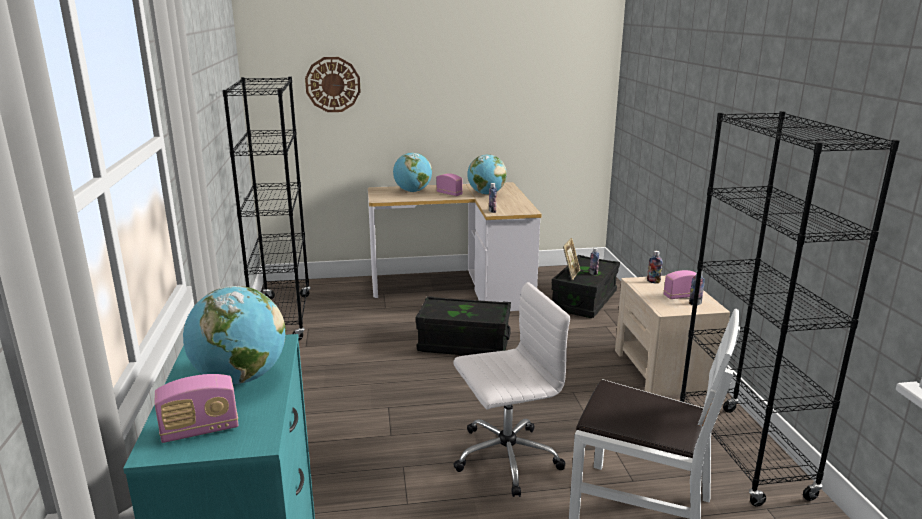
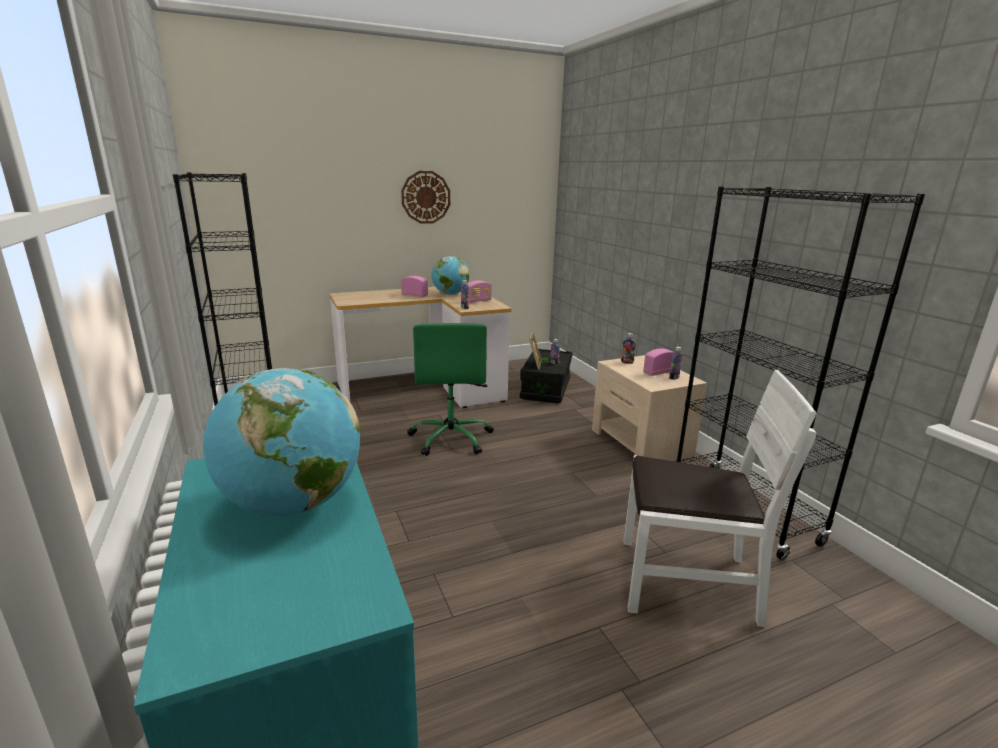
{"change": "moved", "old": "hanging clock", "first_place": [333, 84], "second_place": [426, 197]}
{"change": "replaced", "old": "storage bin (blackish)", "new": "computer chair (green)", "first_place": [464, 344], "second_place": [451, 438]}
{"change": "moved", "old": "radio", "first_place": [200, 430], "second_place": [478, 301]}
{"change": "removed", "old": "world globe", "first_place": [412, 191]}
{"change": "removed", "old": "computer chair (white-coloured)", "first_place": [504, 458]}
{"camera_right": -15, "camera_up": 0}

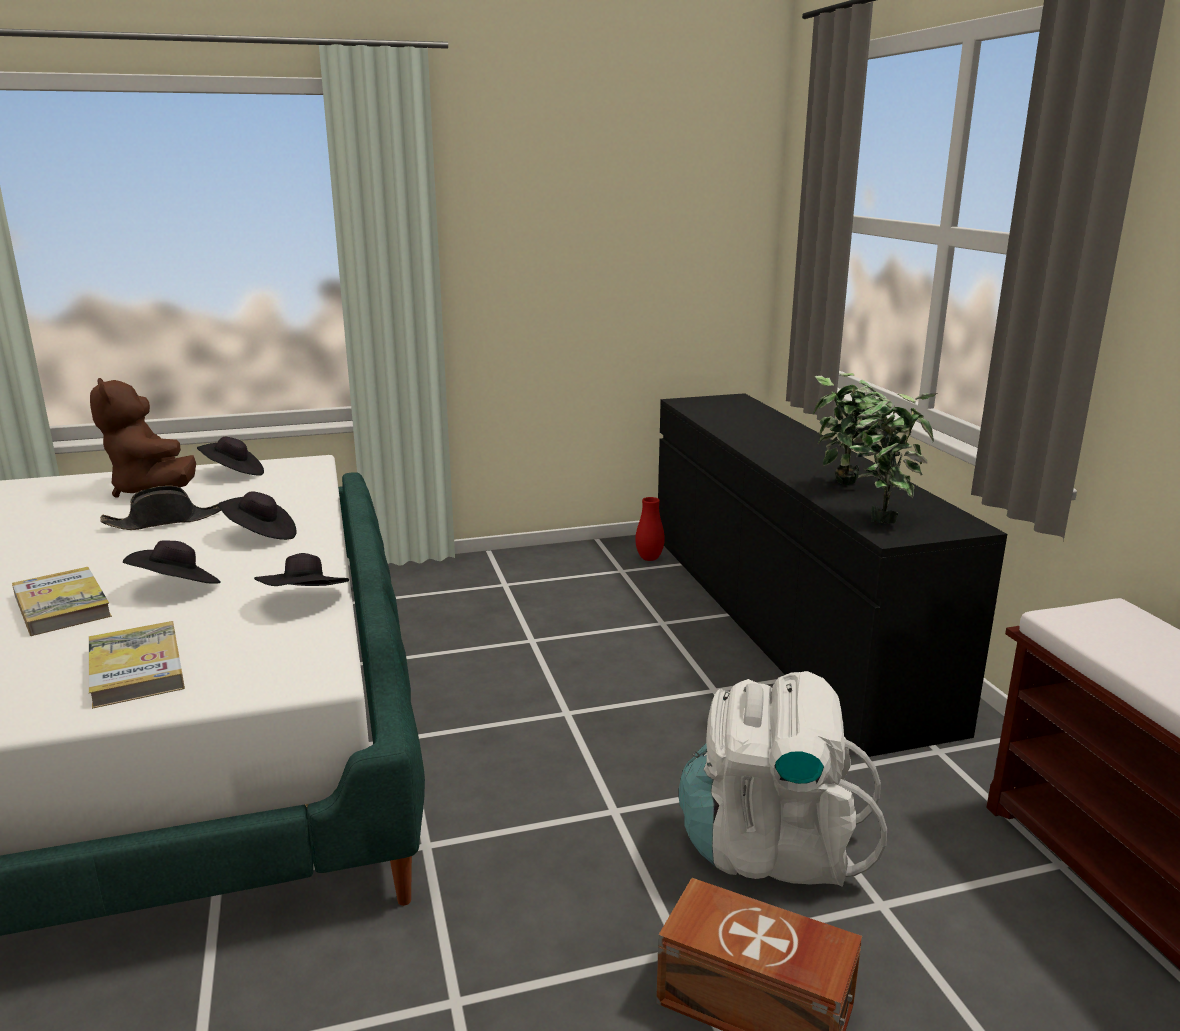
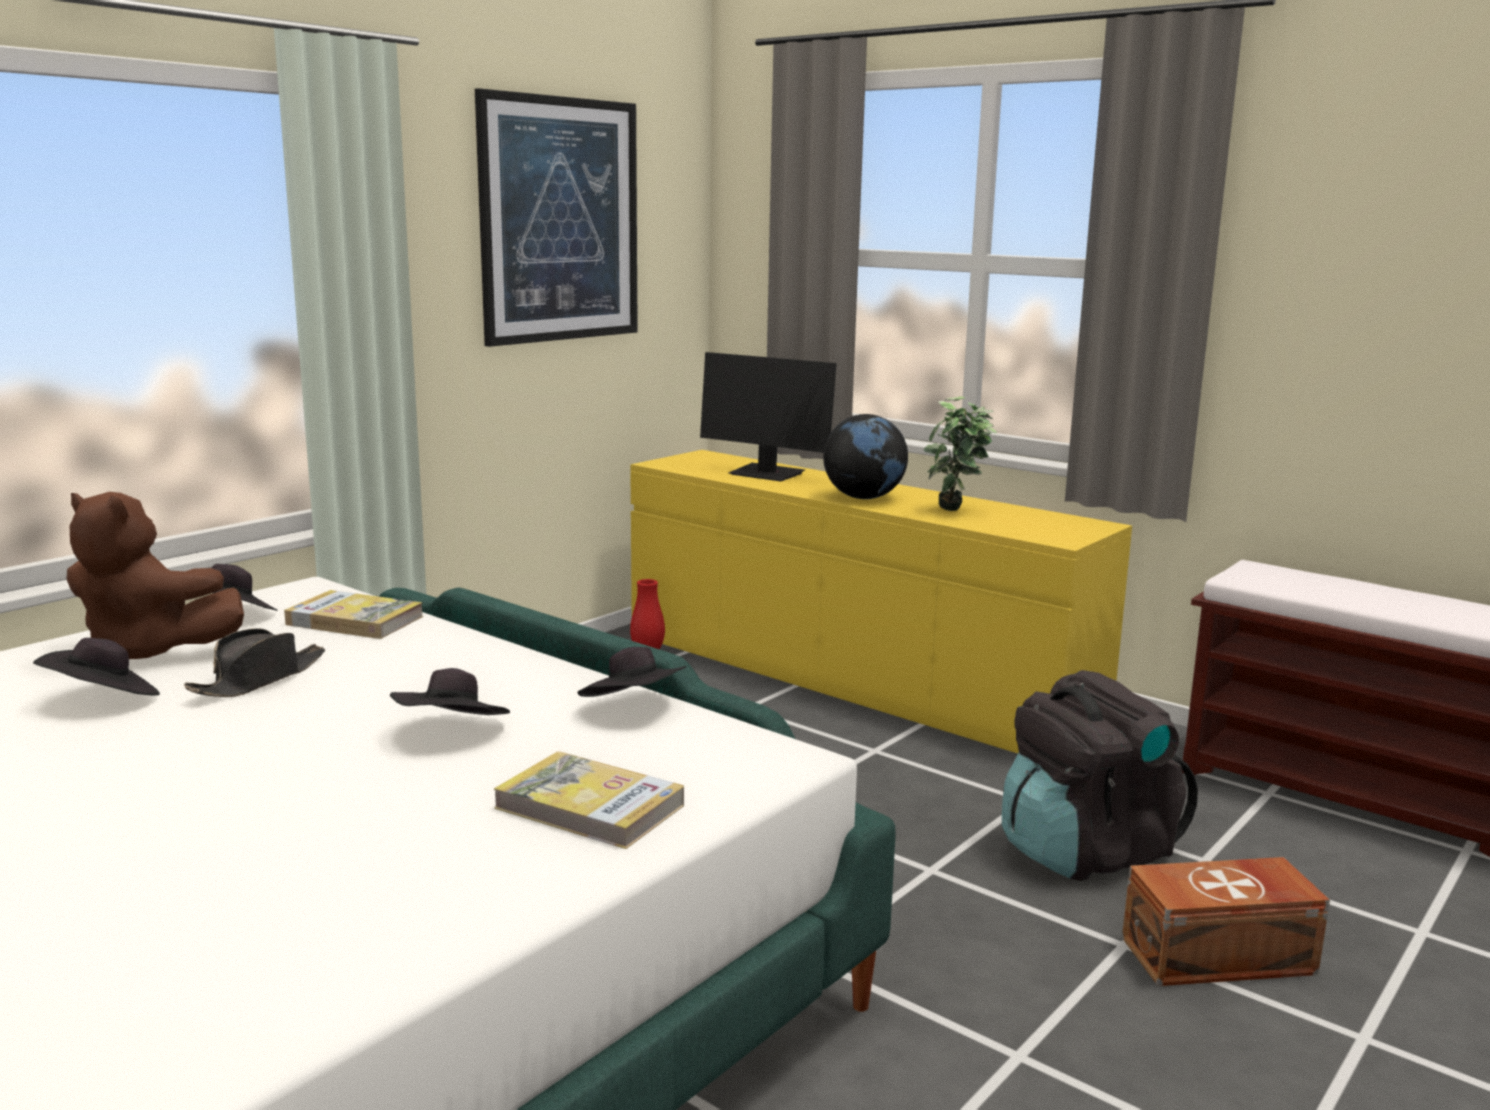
{"change": "moved", "old": "clothing hat (blackish)", "first_place": [261, 536], "second_place": [103, 700]}
{"change": "moved", "old": "volume", "first_place": [62, 606], "second_place": [354, 620]}
{"change": "added", "new": "wall picture", "second_place": [560, 220]}
{"change": "recoloured", "old": "dresser (blackish)", "new": "dresser (yellow)", "first_place": [784, 620], "second_place": [851, 677]}
{"change": "added", "new": "computer display", "second_place": [767, 474]}
{"change": "added", "new": "world globe", "second_place": [864, 498]}
{"change": "recoloured", "old": "knapsack (white-coloured)", "new": "knapsack (blackish)", "first_place": [771, 848], "second_place": [1085, 851]}
{"change": "removed", "old": "plant in a pot", "first_place": [882, 518]}
{"camera_right": -35, "camera_up": -5}

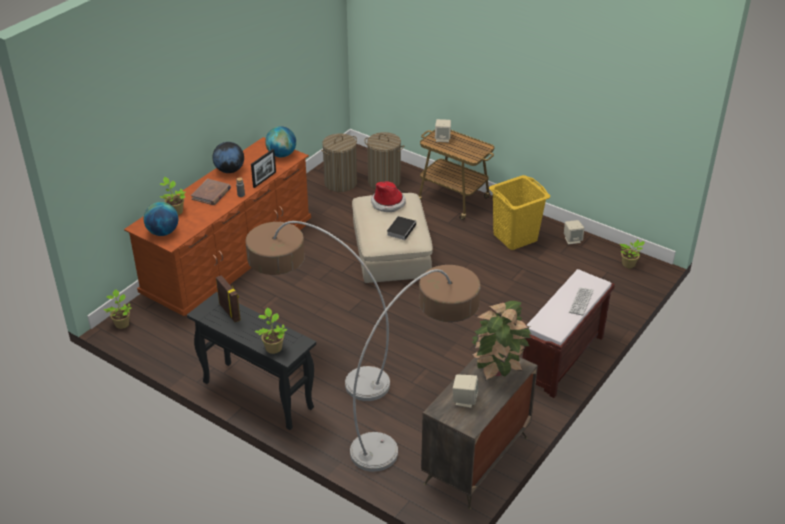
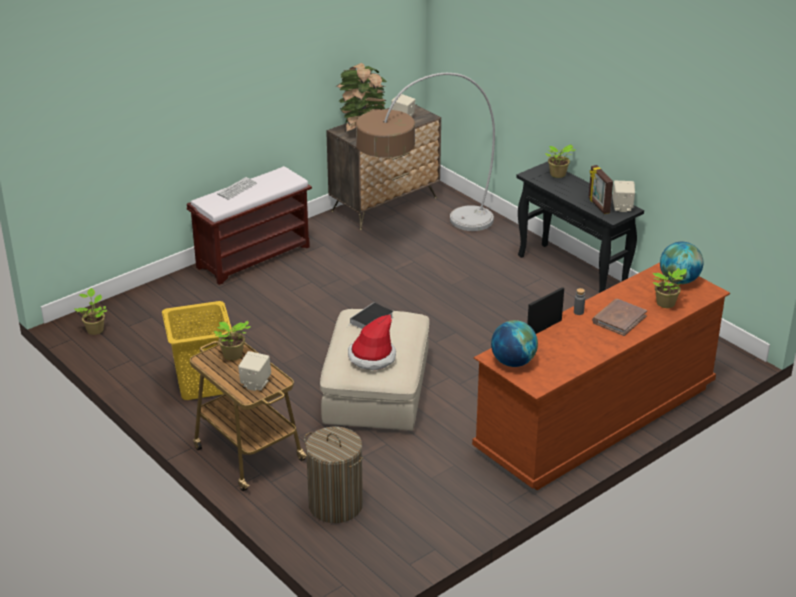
{"change": "moved", "old": "plant in a pot", "first_place": [121, 323], "second_place": [233, 356]}
{"change": "moved", "old": "audio speaker (sand-coloured)", "first_place": [572, 240], "second_place": [622, 207]}
{"change": "removed", "old": "world globe", "first_place": [229, 170]}
{"change": "removed", "old": "floor lamp", "first_place": [317, 361]}
{"change": "removed", "old": "laundry basket", "first_place": [340, 183]}
{"camera_right": -165, "camera_up": -5}

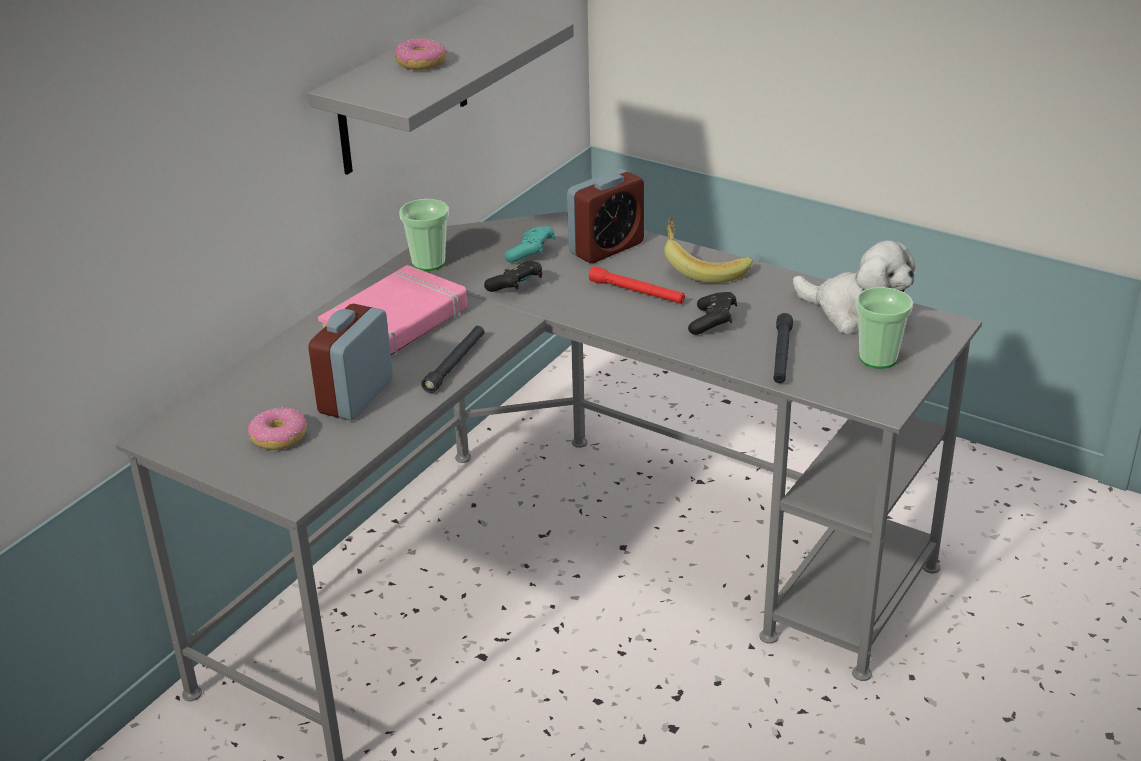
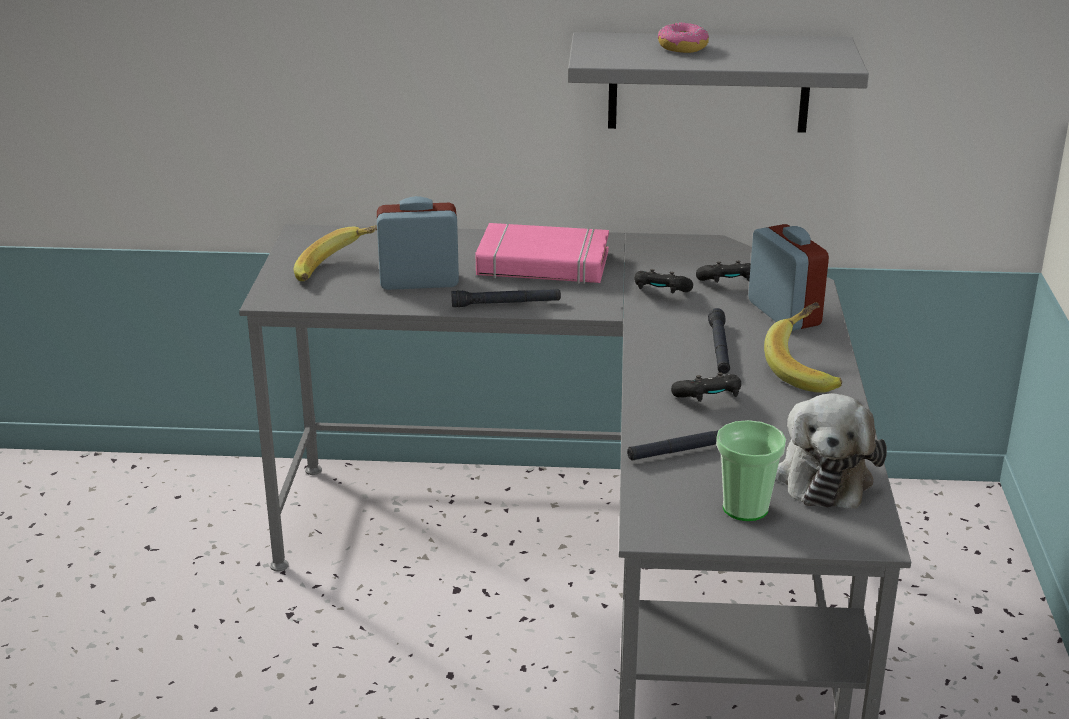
{"change": "replaced", "old": "doughnut", "new": "banana fruit", "first_place": [279, 437], "second_place": [339, 271]}
{"change": "recoloured", "old": "joypad (turquoise-coloured)", "new": "joypad (blackish)", "first_place": [531, 254], "second_place": [727, 284]}
{"change": "recoloured", "old": "hand torch (red)", "new": "hand torch (blackish)", "first_place": [637, 292], "second_place": [719, 349]}
{"change": "turned", "old": "table clock", "first_place": [606, 248], "second_place": [784, 313], "degrees": -135}
{"change": "removed", "old": "small cup", "first_place": [428, 263]}
{"camera_right": 60, "camera_up": -5}

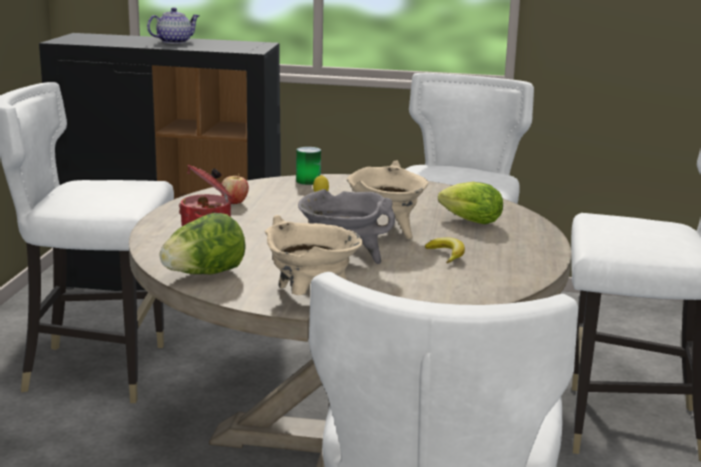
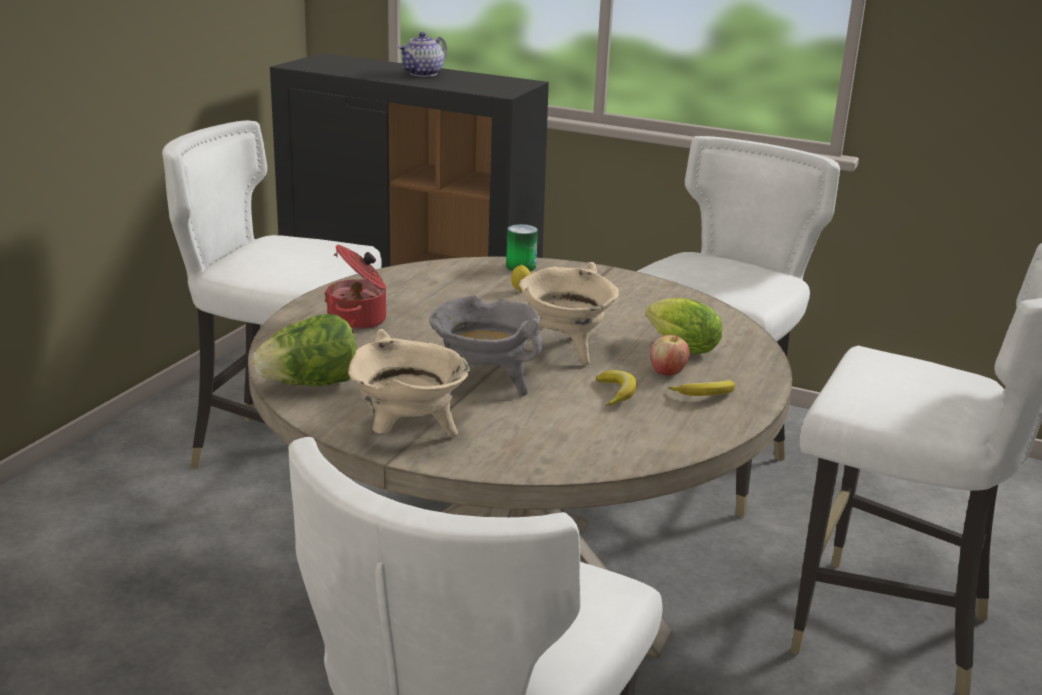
{"change": "turned", "old": "teapot", "first_place": [174, 42], "second_place": [423, 74], "degrees": 150}
{"change": "moved", "old": "whole apple", "first_place": [234, 203], "second_place": [667, 372]}
{"change": "added", "new": "banana fruit", "second_place": [705, 396]}
{"camera_right": 15, "camera_up": 5}

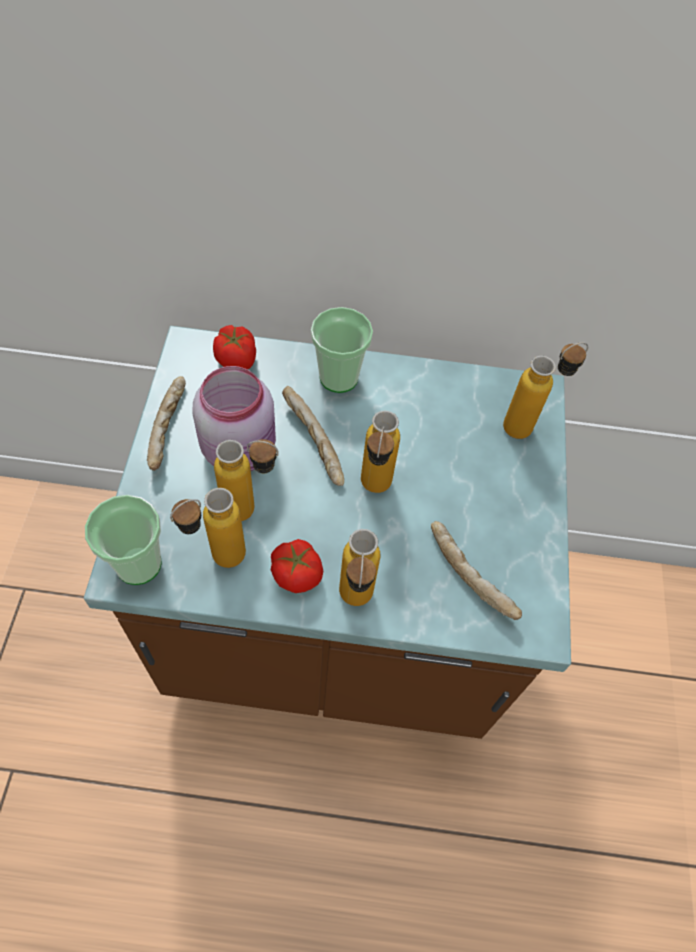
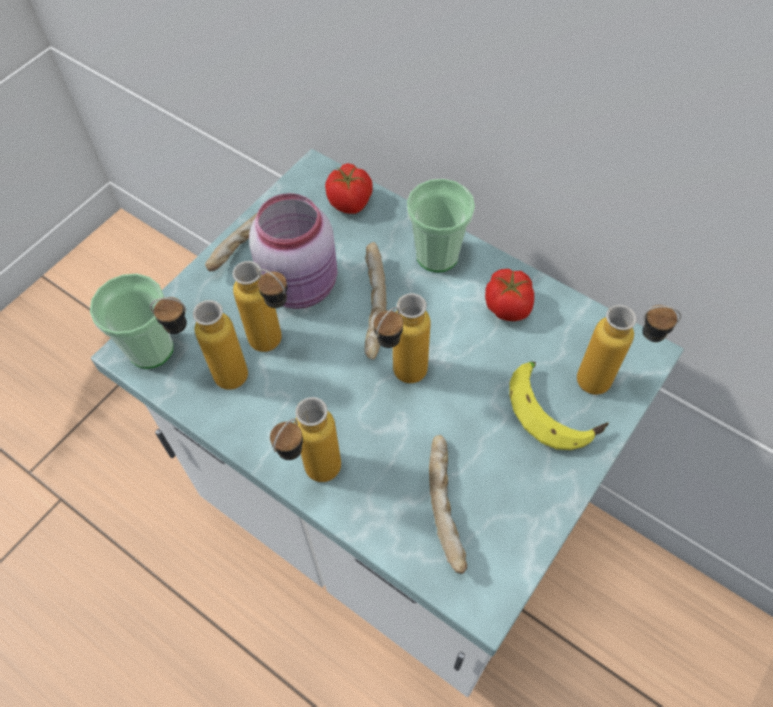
{"change": "recoloured", "old": "kitchen counter (brown)", "new": "kitchen counter (white-coloured)", "first_place": [333, 629], "second_place": [390, 516]}
{"change": "moved", "old": "whole tomato", "first_place": [296, 574], "second_place": [507, 307]}
{"change": "added", "new": "banana fruit", "second_place": [553, 409]}
{"camera_right": 35, "camera_up": 0}

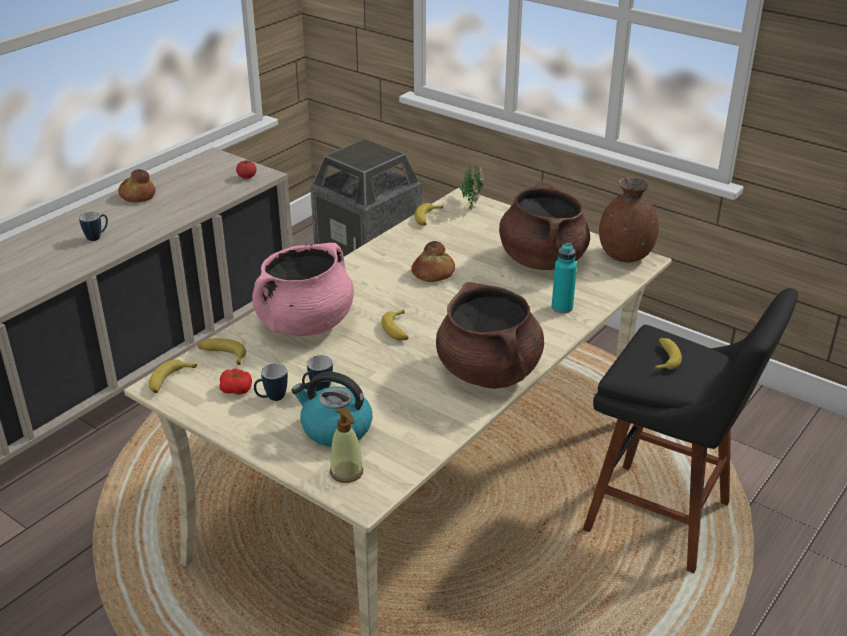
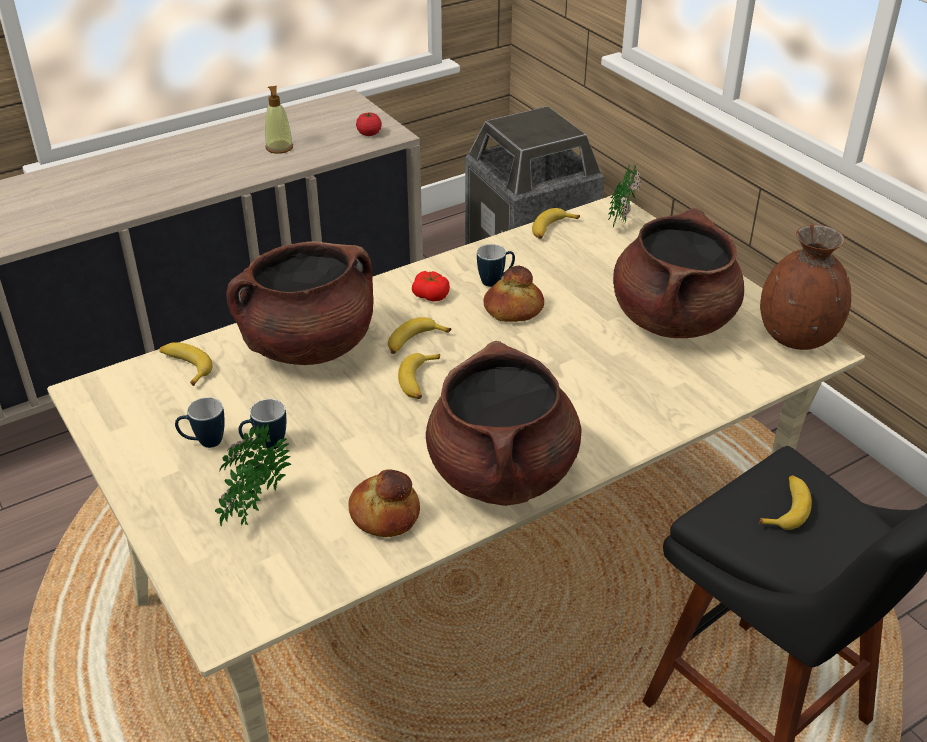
{"change": "replaced", "old": "kettle", "new": "plant in a pot", "first_place": [335, 429], "second_place": [252, 508]}
{"change": "recoloured", "old": "stockpot (pinkish)", "new": "stockpot (brown)", "first_place": [305, 324], "second_place": [308, 346]}
{"change": "moved", "old": "liquid soap bottle", "first_place": [346, 472], "second_place": [279, 148]}
{"change": "moved", "old": "bread", "first_place": [137, 196], "second_place": [384, 514]}
{"change": "moved", "old": "banana fruit", "first_place": [169, 381], "second_place": [414, 342]}
{"change": "moved", "old": "whole tomato", "first_place": [236, 389], "second_place": [431, 295]}
{"change": "moved", "old": "tea mug", "first_place": [97, 237], "second_place": [496, 281]}
{"change": "removed", "old": "drink bottle (turquoise-coloured)", "first_place": [562, 308]}
{"camera_right": 20, "camera_up": 5}

